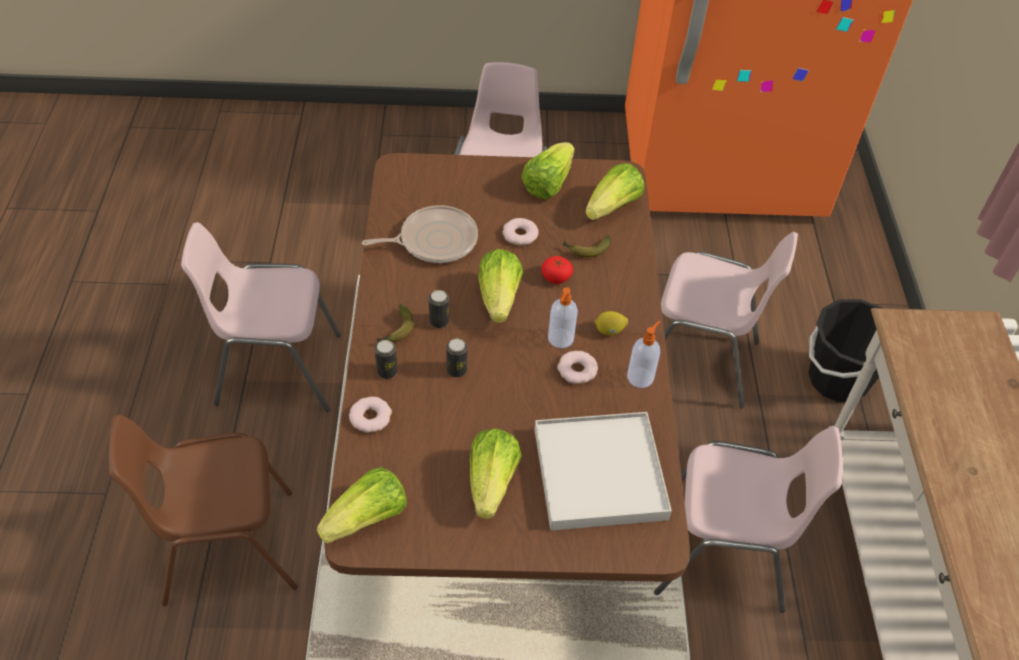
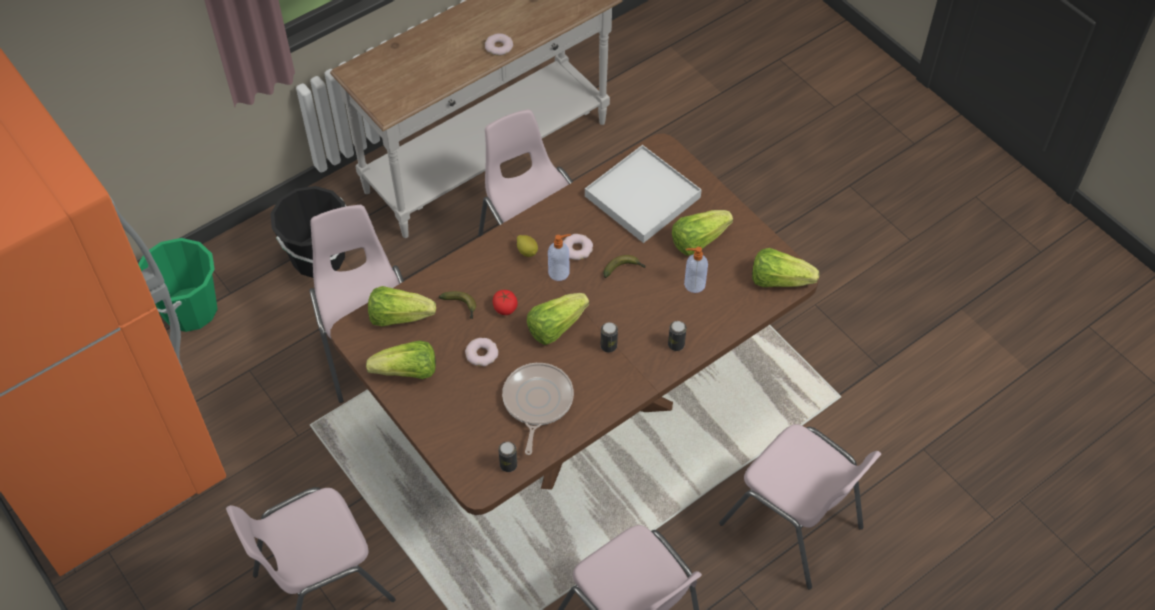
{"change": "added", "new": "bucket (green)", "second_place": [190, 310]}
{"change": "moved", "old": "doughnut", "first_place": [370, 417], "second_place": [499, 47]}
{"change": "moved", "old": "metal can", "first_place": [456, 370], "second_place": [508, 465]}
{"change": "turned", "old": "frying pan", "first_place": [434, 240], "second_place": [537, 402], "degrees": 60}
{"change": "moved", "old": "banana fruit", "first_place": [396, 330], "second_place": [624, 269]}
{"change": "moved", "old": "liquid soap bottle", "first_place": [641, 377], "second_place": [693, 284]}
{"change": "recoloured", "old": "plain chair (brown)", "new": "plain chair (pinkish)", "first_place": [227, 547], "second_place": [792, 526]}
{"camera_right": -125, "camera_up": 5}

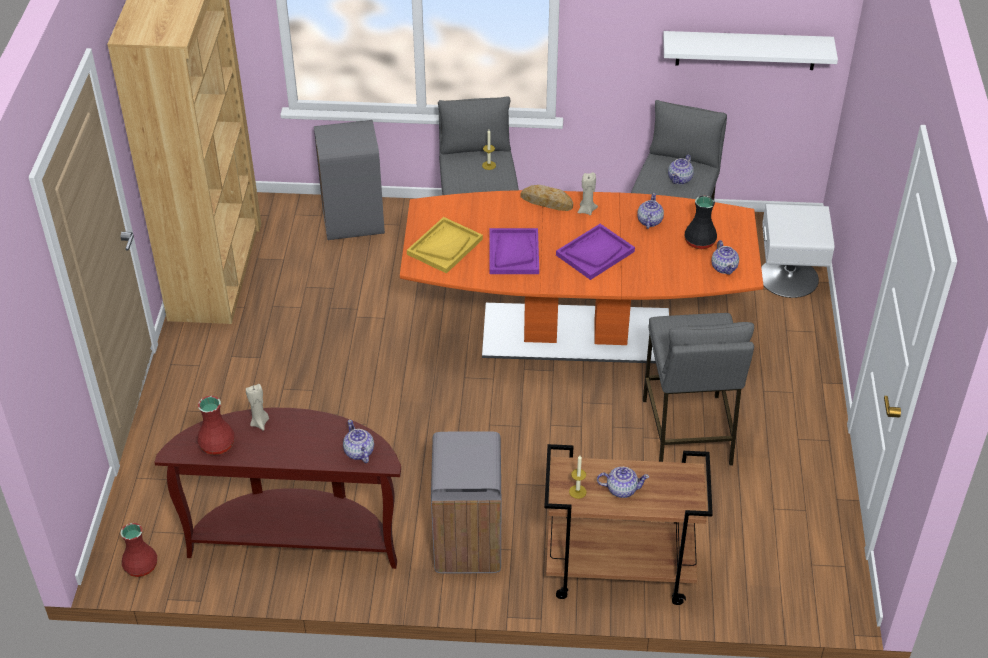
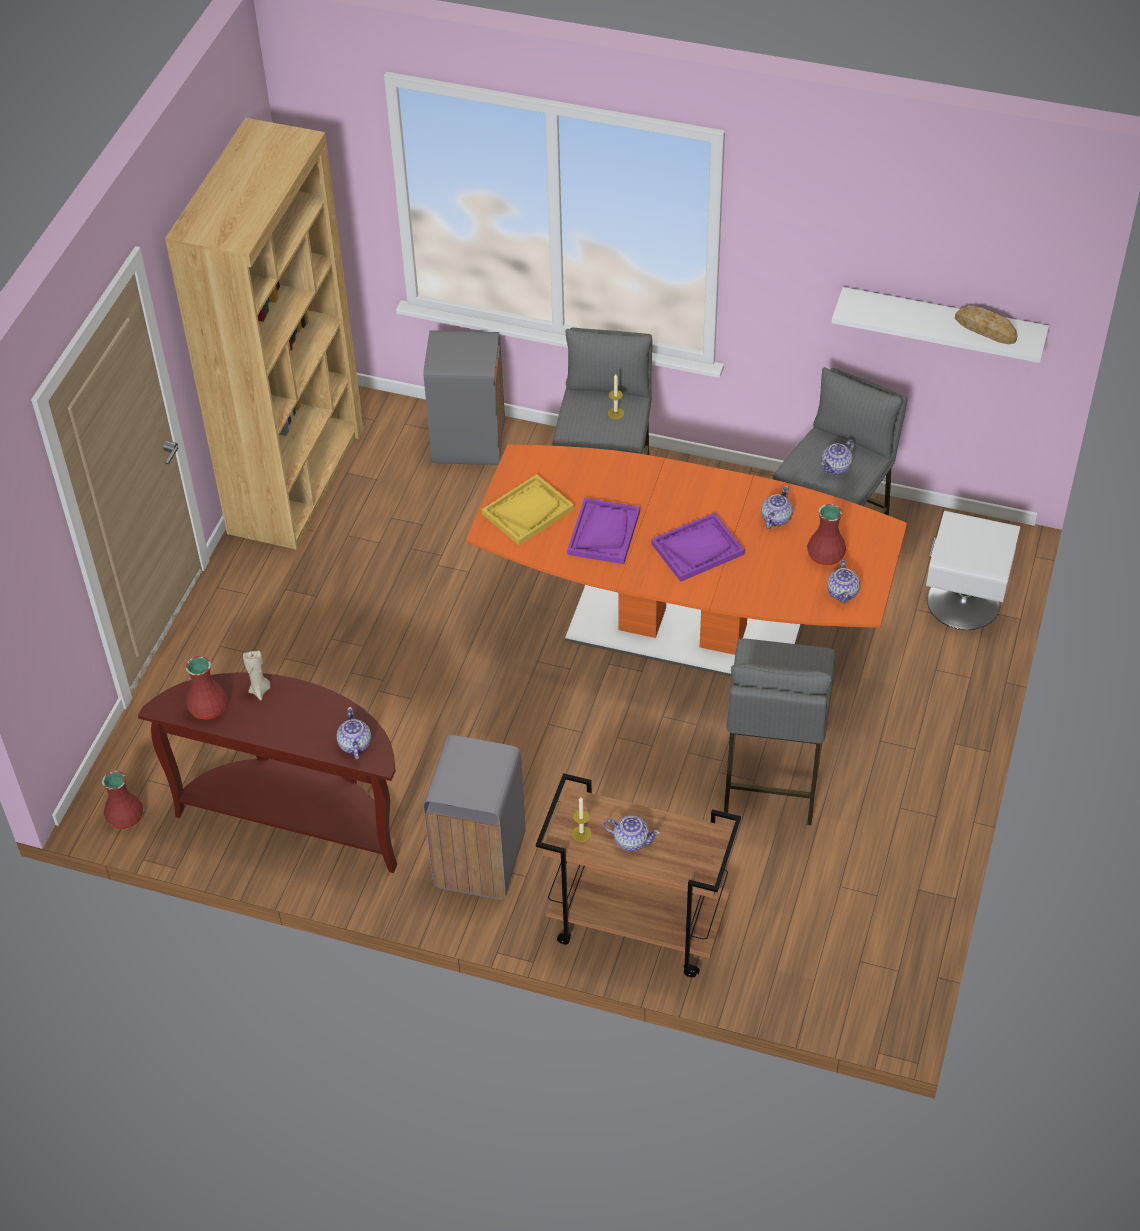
{"change": "recoloured", "old": "decorative vase (blackish)", "new": "decorative vase (red)", "first_place": [699, 241], "second_place": [825, 554]}
{"change": "moved", "old": "bread", "first_place": [546, 201], "second_place": [985, 329]}
{"change": "removed", "old": "wax candle (sand-coloured)", "first_place": [586, 210]}
{"camera_right": 15, "camera_up": 5}

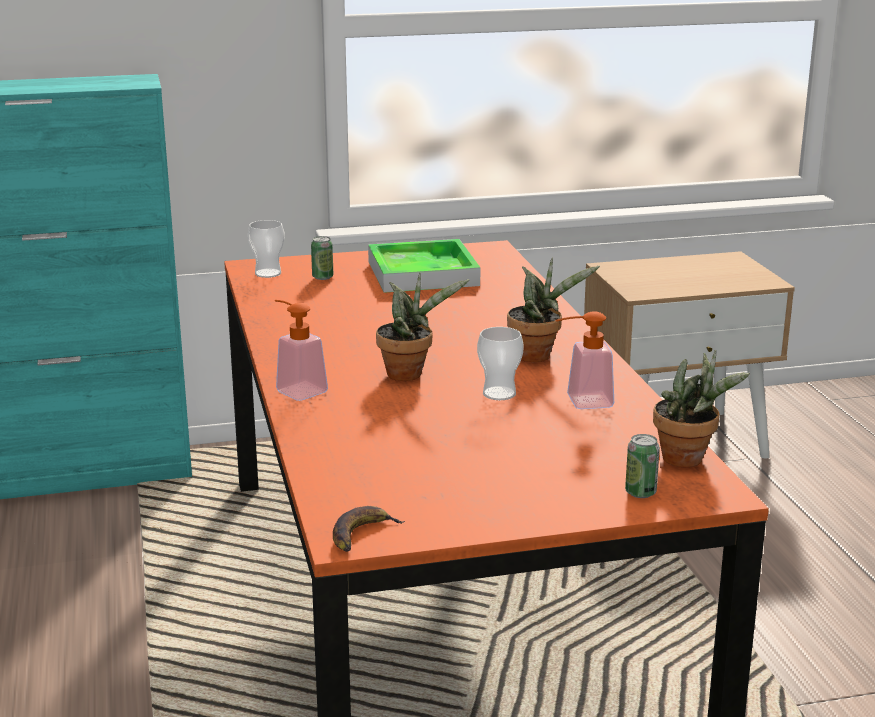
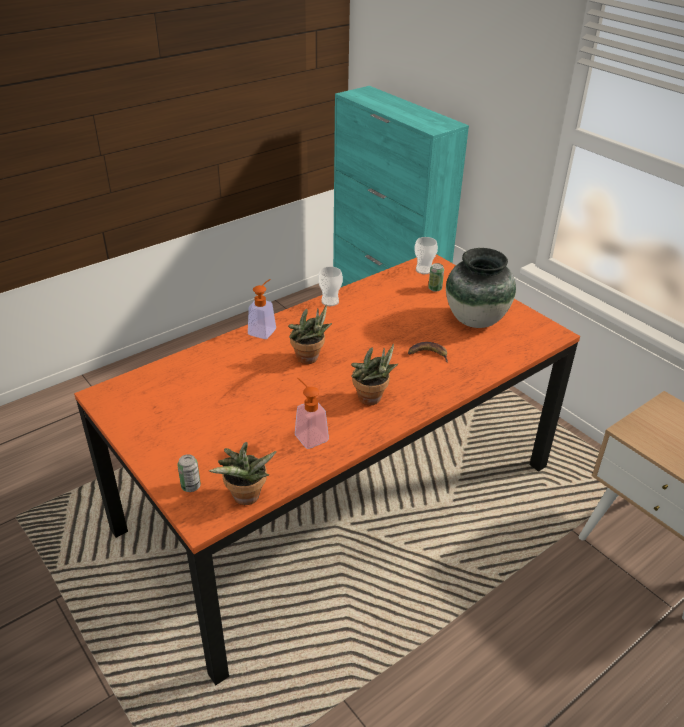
{"change": "moved", "old": "small cup", "first_place": [499, 393], "second_place": [330, 301]}
{"change": "moved", "old": "banana fruit", "first_place": [361, 534], "second_place": [428, 354]}
{"change": "replaced", "old": "carrying tray", "new": "decorative vase", "first_place": [422, 273], "second_place": [476, 320]}
{"camera_right": 65, "camera_up": 15}

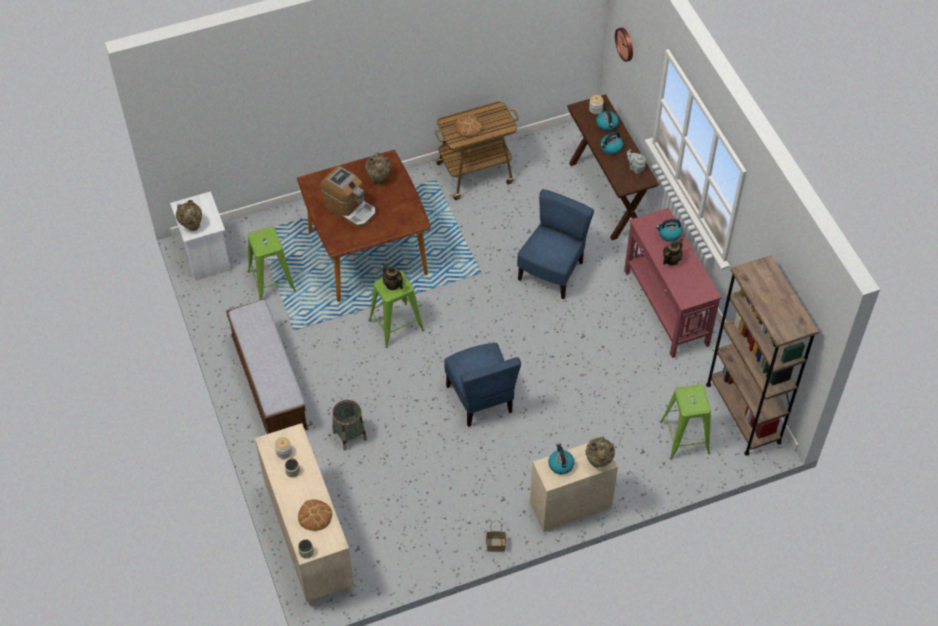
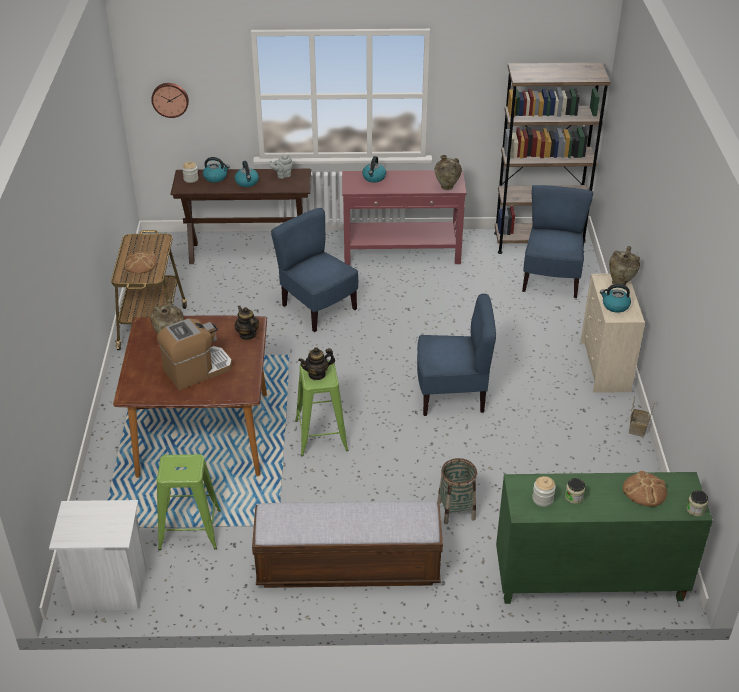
{"change": "moved", "old": "teapot", "first_place": [671, 260], "second_place": [247, 335]}
{"change": "moved", "old": "decorative vase (sand-coloured)", "first_place": [191, 227], "second_place": [447, 188]}
{"change": "recoloured", "old": "storage cabinet (sand-coloured)", "new": "storage cabinet (green)", "first_place": [308, 538], "second_place": [588, 581]}
{"change": "replaced", "old": "stool (green)", "new": "plain chair (blue-coloured)", "first_place": [684, 436], "second_place": [551, 279]}
{"camera_right": -70, "camera_up": -15}

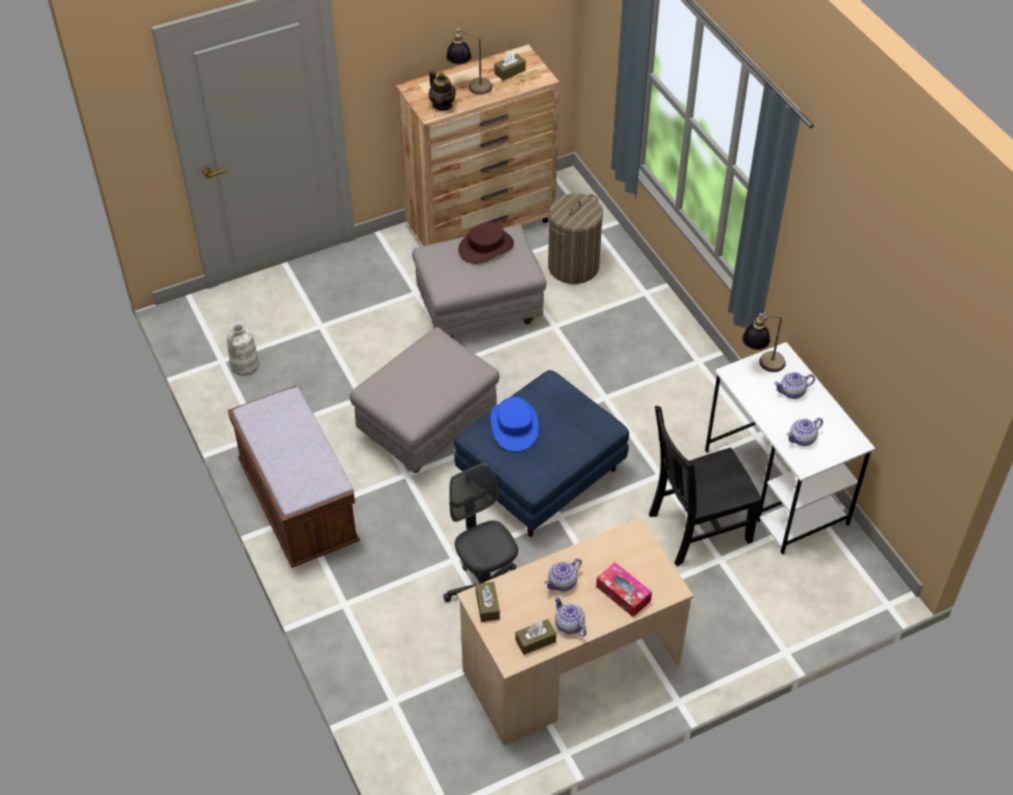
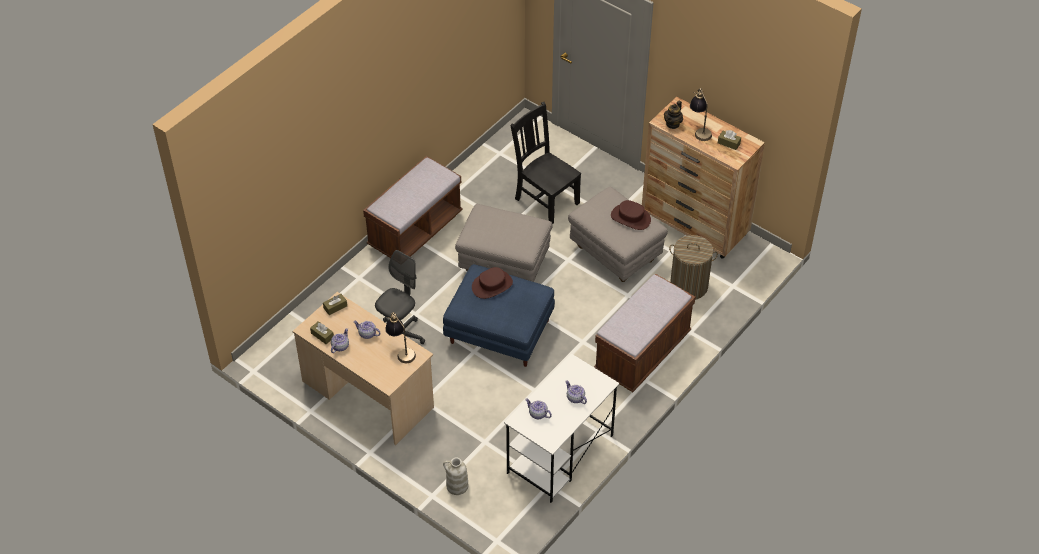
{"change": "moved", "old": "table lamp", "first_place": [761, 364], "second_place": [401, 351]}
{"change": "moved", "old": "decorative vase (white-coloured)", "first_place": [245, 366], "second_place": [457, 486]}
{"change": "recoloured", "old": "clothing hat (blue-coloured)", "new": "clothing hat (brown)", "first_place": [514, 426], "second_place": [492, 285]}
{"change": "moved", "old": "plain chair (blackish)", "first_place": [696, 528], "second_place": [545, 199]}
{"change": "added", "new": "long seat (brown)", "second_place": [642, 353]}
{"change": "removed", "old": "box of tissues", "first_place": [623, 594]}
{"camera_right": 65, "camera_up": 0}

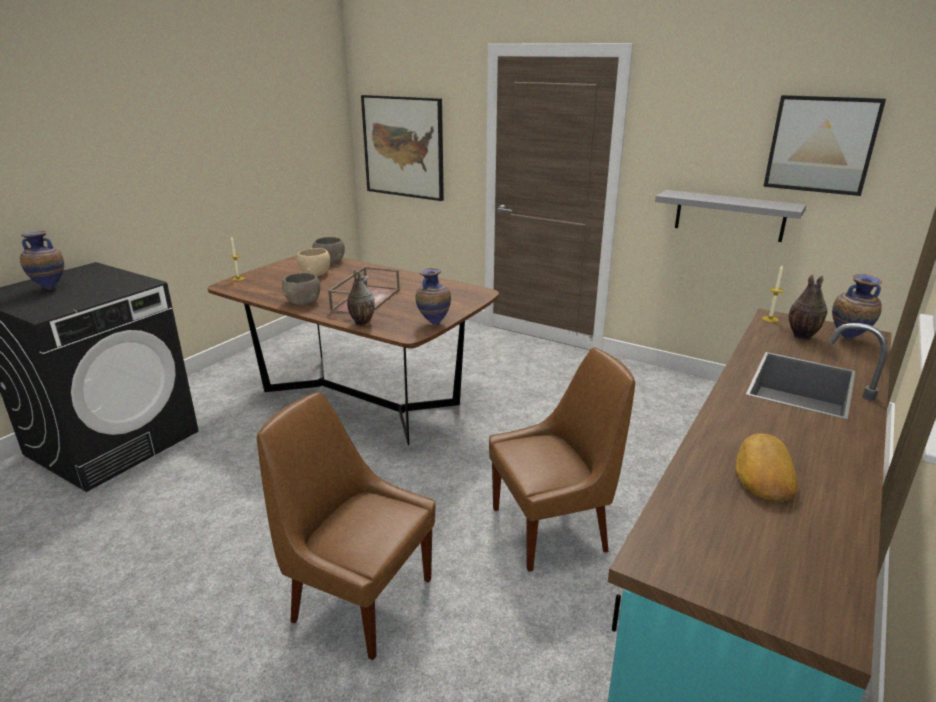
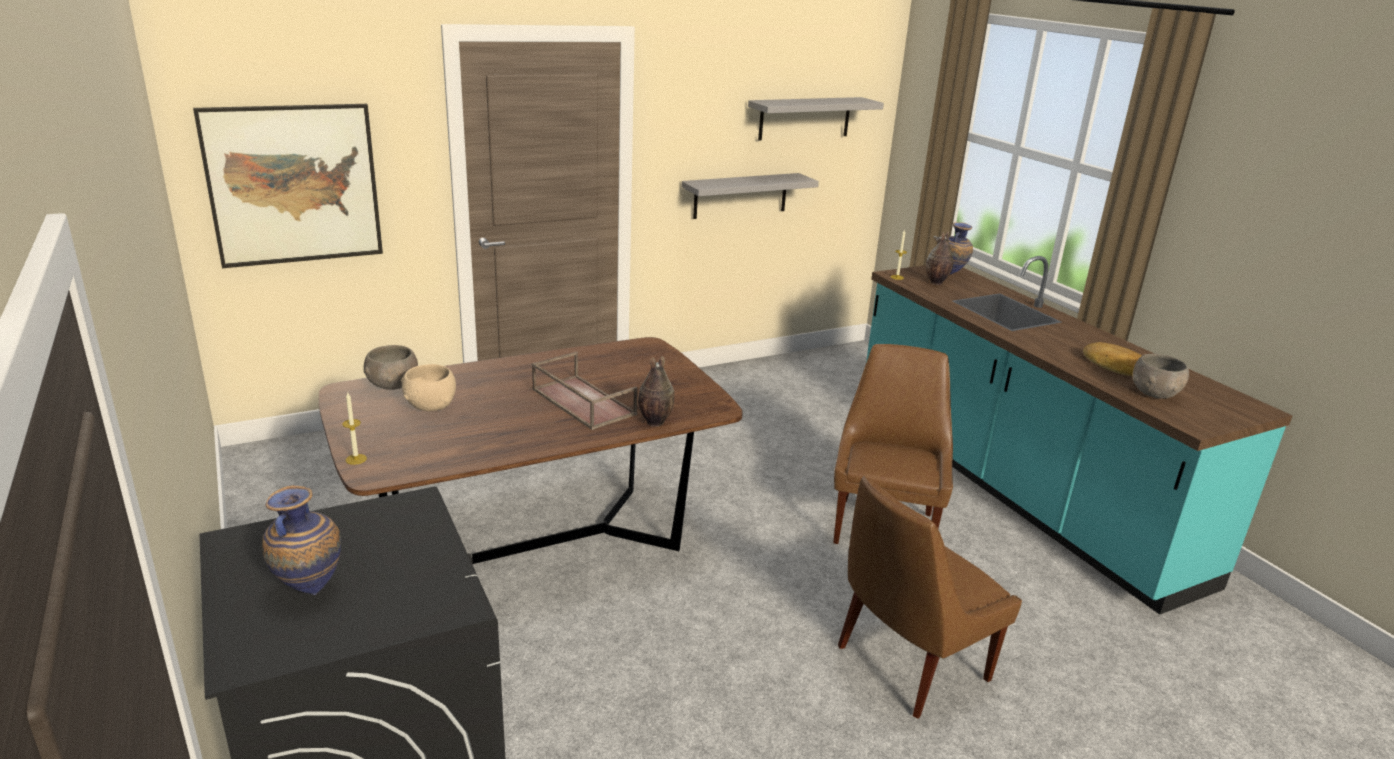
{"change": "replaced", "old": "wall picture", "new": "wall shelf (gray)", "first_place": [821, 145], "second_place": [805, 118]}
{"change": "moved", "old": "bowl (gray)", "first_place": [302, 302], "second_place": [1155, 393]}
{"change": "removed", "old": "decorative vase", "first_place": [433, 323]}
{"camera_right": -60, "camera_up": 0}

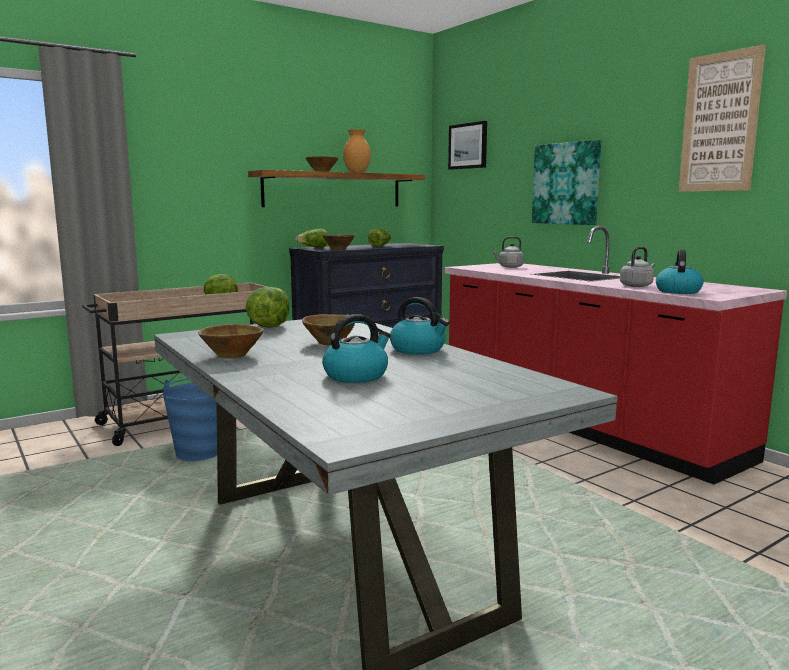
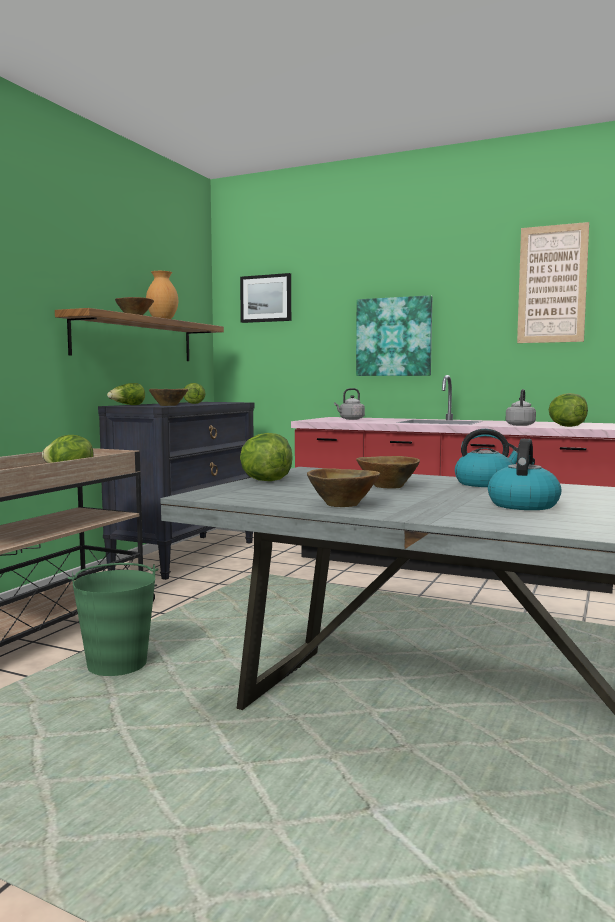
{"change": "recoloured", "old": "bucket (blue-coloured)", "new": "bucket (green)", "first_place": [199, 453], "second_place": [117, 665]}
{"change": "replaced", "old": "kettle", "new": "lettuce head", "first_place": [678, 291], "second_place": [566, 426]}
{"camera_right": -30, "camera_up": -5}

